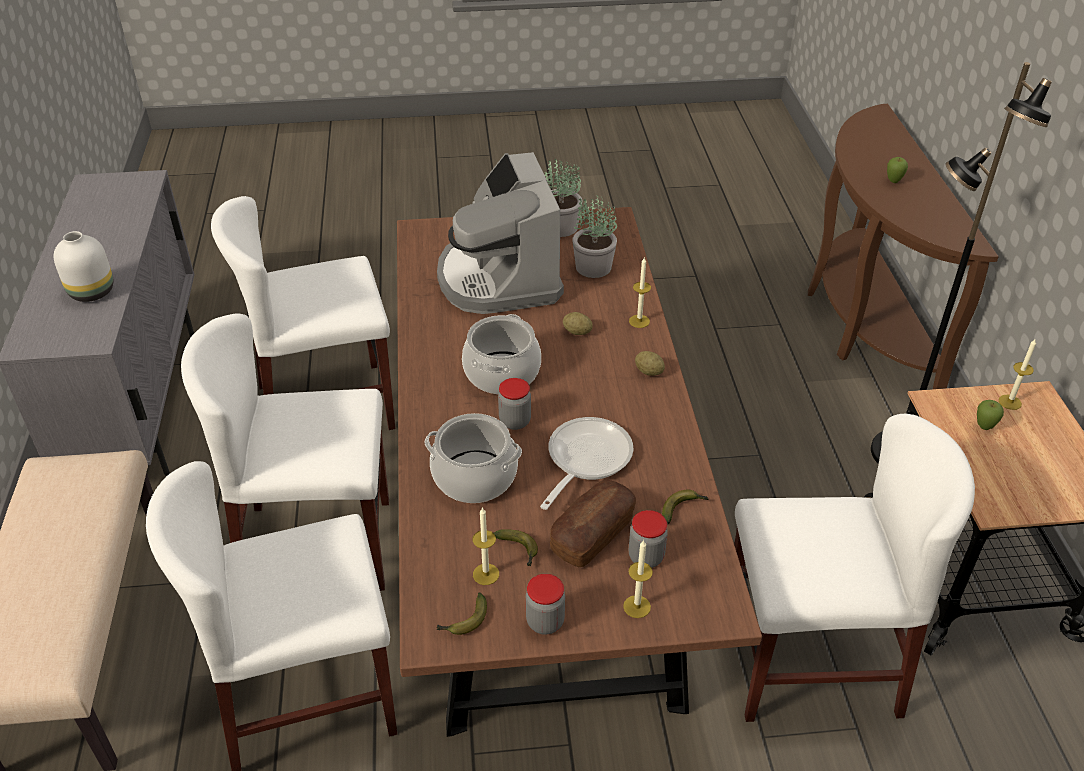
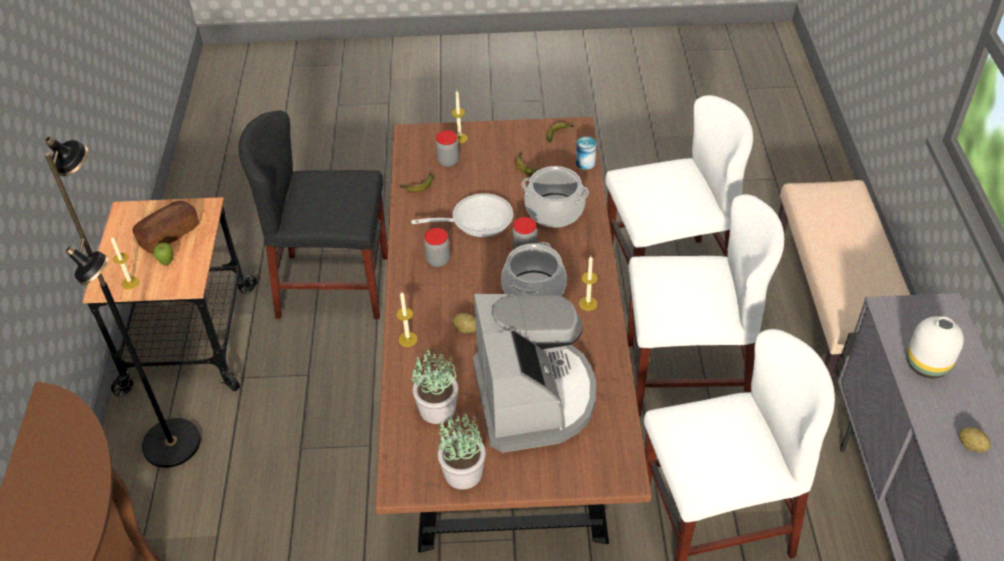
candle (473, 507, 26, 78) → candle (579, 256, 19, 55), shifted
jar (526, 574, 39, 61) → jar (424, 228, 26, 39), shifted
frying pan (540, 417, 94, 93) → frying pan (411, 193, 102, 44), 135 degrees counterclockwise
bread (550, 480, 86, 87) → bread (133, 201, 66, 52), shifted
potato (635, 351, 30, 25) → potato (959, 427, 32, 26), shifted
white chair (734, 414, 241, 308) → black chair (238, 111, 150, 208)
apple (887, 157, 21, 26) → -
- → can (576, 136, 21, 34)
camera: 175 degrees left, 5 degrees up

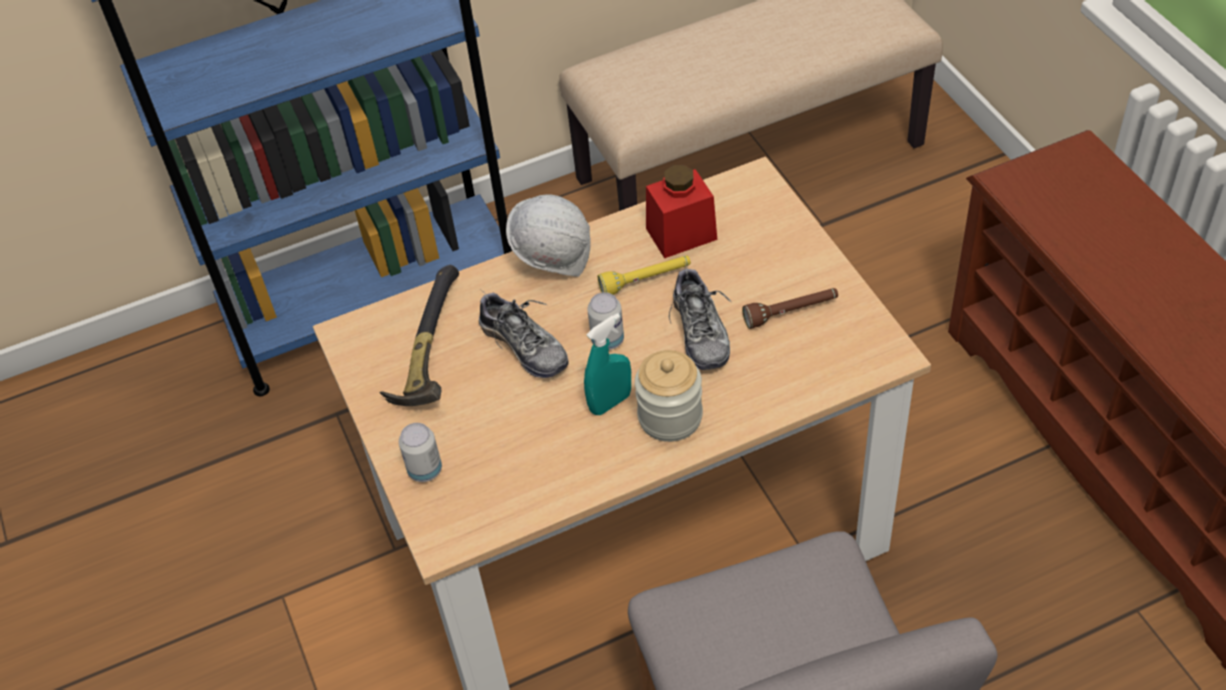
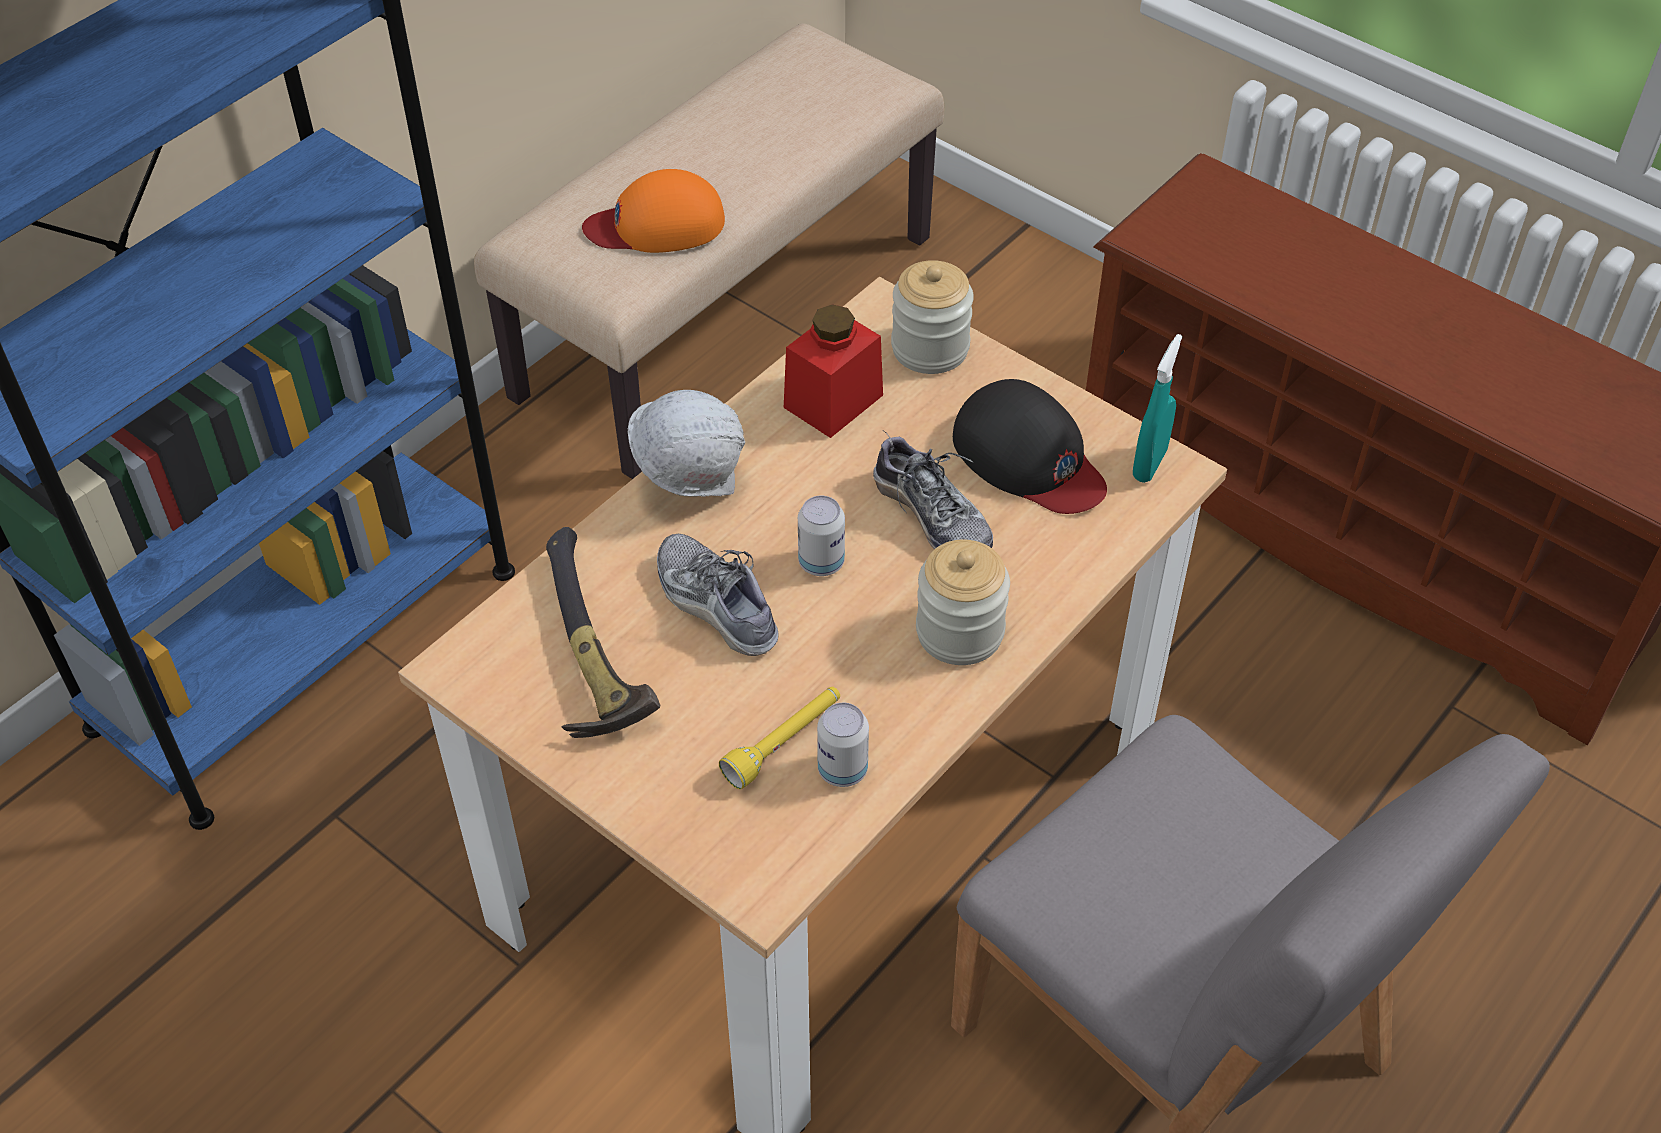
can (399, 423, 43, 59) → can (817, 703, 52, 84), shifted
shoe (479, 290, 90, 88) → shoe (657, 534, 122, 122), 150 degrees counterclockwise
turquoise spray bottle (584, 313, 47, 102) → turquoise spray bottle (1133, 334, 49, 149), shifted
yellow flashlight (598, 256, 93, 39) → yellow flashlight (719, 687, 121, 102), shifted
brown flashlight (742, 288, 96, 41) → black cap (953, 379, 154, 135)
- → orange cap (582, 169, 143, 84)
- → jar (891, 260, 83, 114)
camera: 30 degrees left, 0 degrees up

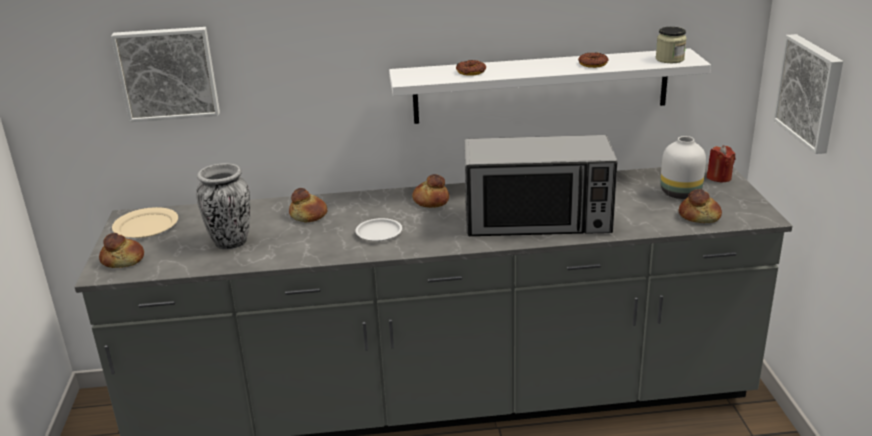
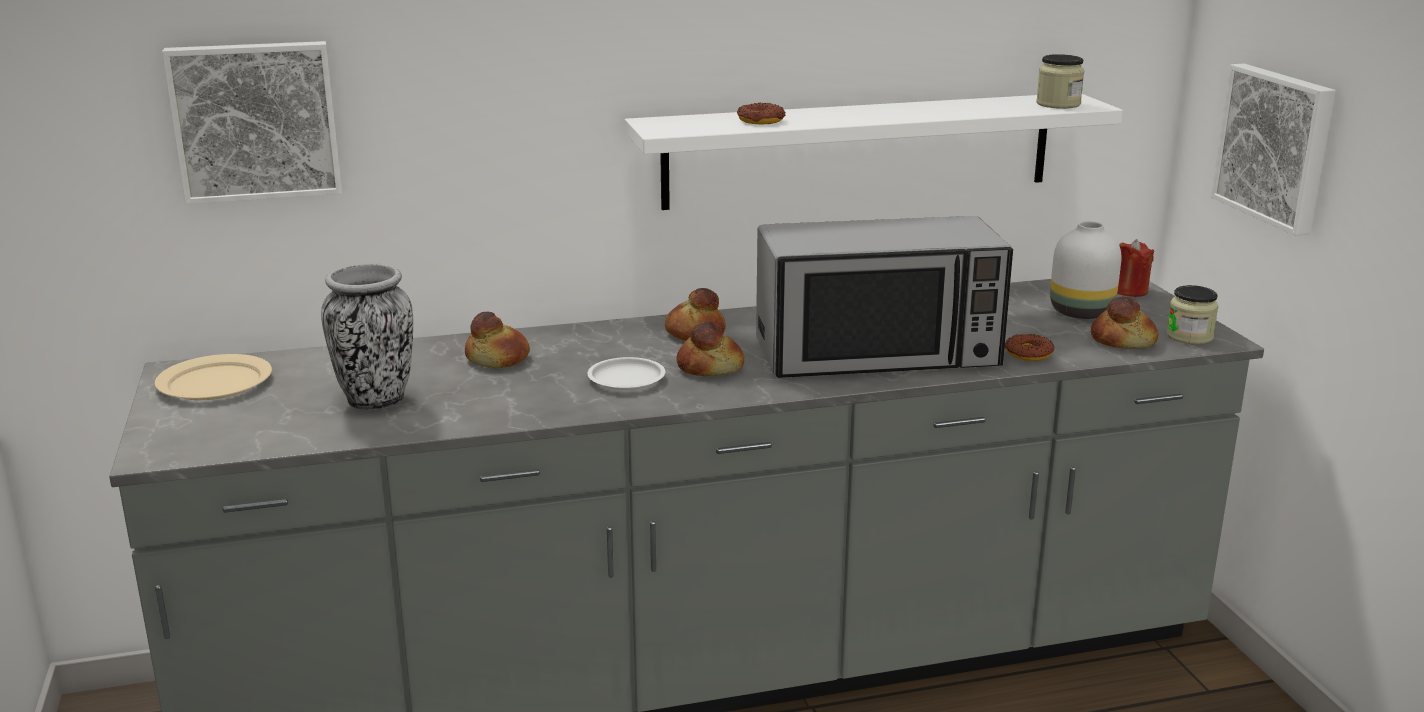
bread (99, 233, 45, 35) → bread (676, 321, 68, 55), shifted
donut (578, 52, 31, 16) → donut (1005, 334, 50, 27), shifted
- → jar (1166, 285, 53, 60)
camera: 10 degrees left, 5 degrees down

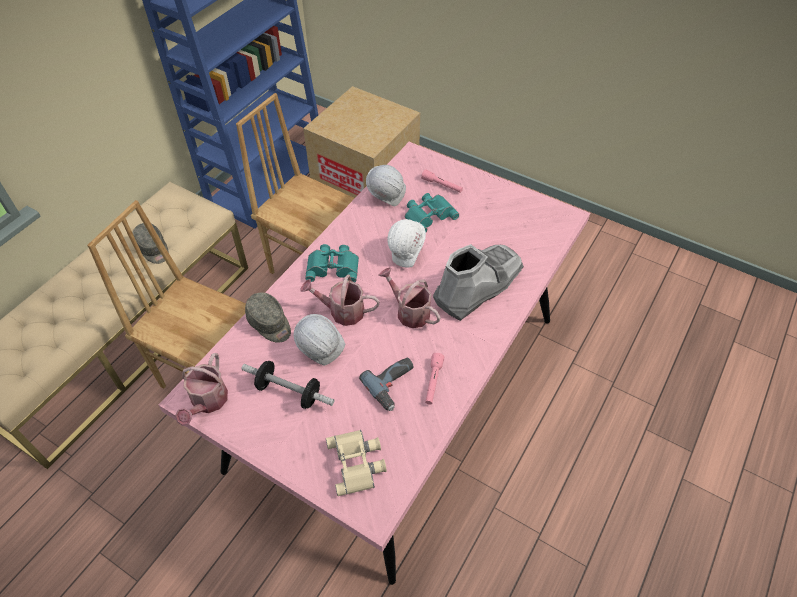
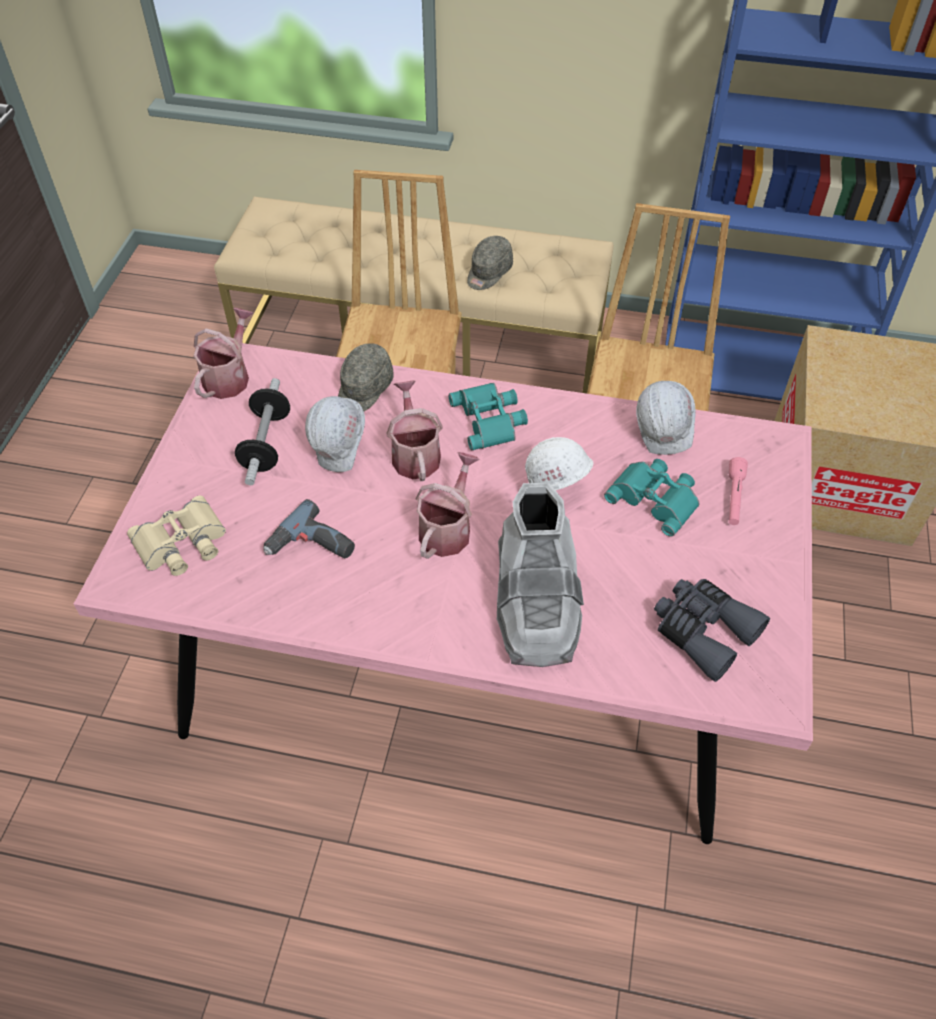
watering can (175, 353, 53, 73) → watering can (194, 308, 59, 91), 120 degrees clockwise
pink flashlight (425, 353, 20, 52) → -
grey boot (433, 244, 91, 77) → grey boot (497, 483, 87, 184), 60 degrees clockwise
- → grey binoculars (654, 579, 116, 103)
camera: 70 degrees right, 0 degrees up

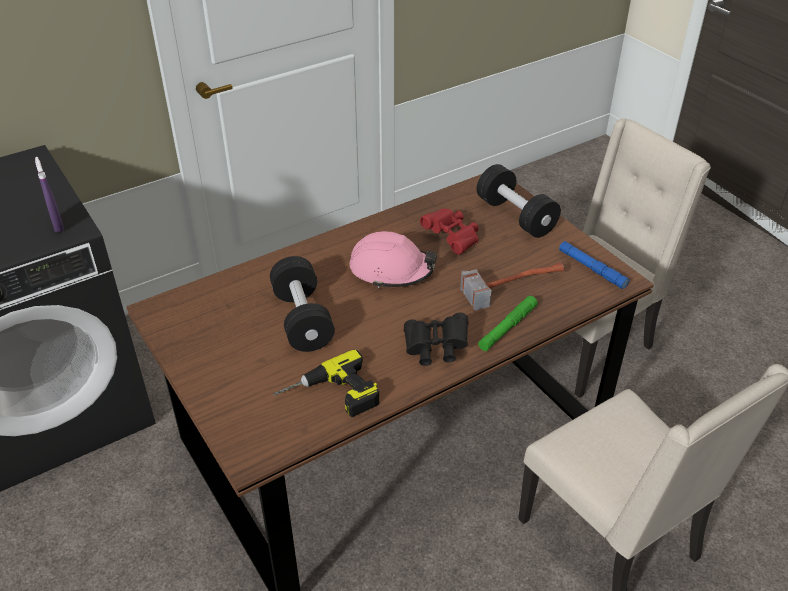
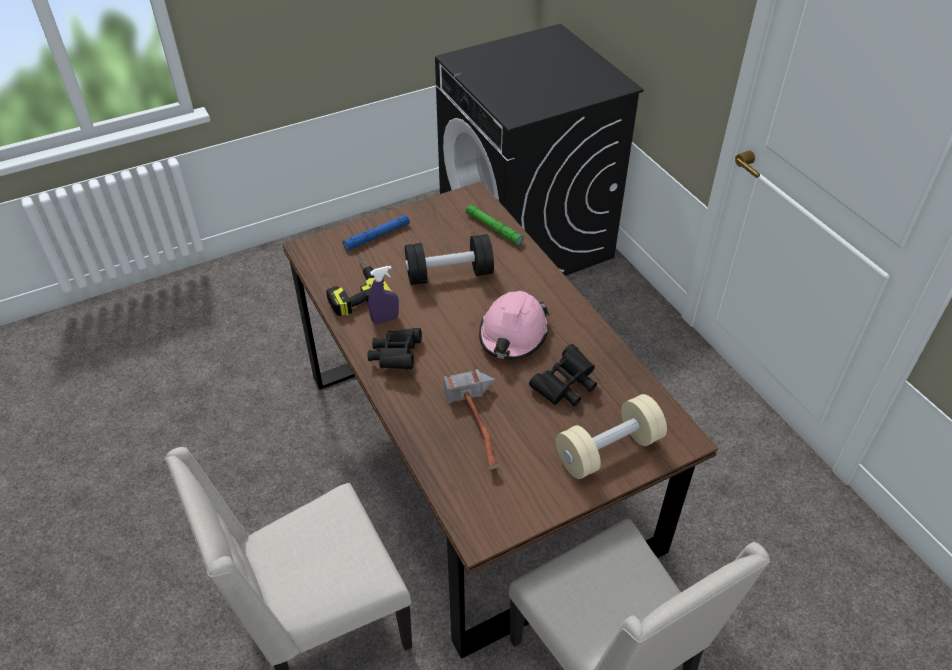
purple spray bottle (35, 157, 29, 76) → purple spray bottle (368, 266, 31, 58), shifted
red binoculars (420, 209, 58, 46) → black binoculars (529, 344, 68, 63)
black dumbbell (477, 164, 84, 74) → beige dumbbell (556, 394, 111, 85)
green flashlight (478, 296, 60, 55) → green flashlight (466, 204, 57, 41), shifted
blue flashlight (559, 241, 71, 48) → blue flashlight (343, 214, 66, 37), shifted
camera: 95 degrees right, 5 degrees up

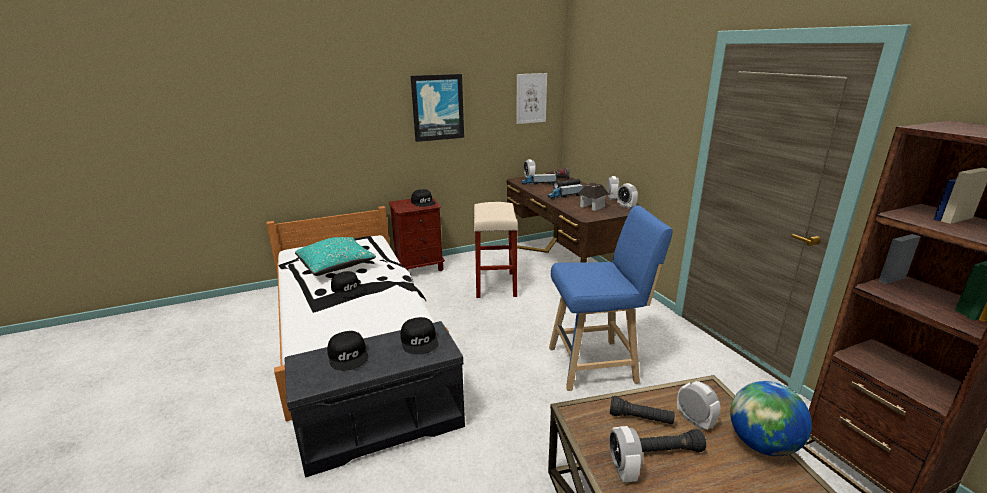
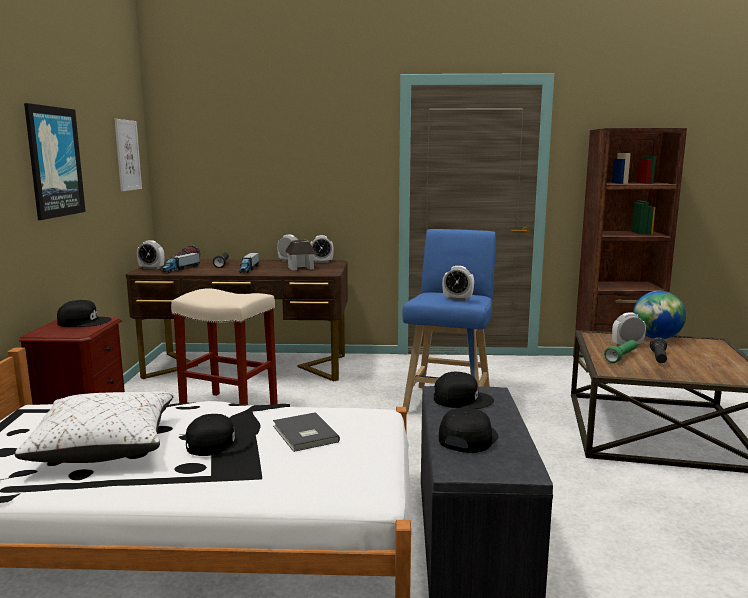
turquoise pillow (295, 237, 81, 39) → white pillow (15, 391, 159, 72)
black cap (327, 331, 42, 40) → black cap (439, 407, 59, 46), 60 degrees counterclockwise
alarm clock (609, 426, 34, 56) → alarm clock (442, 266, 32, 35), shifted
black flashlight (610, 396, 65, 28) → green flashlight (604, 340, 33, 23)
- → grey book (273, 412, 67, 40)
camera: 65 degrees left, 10 degrees down

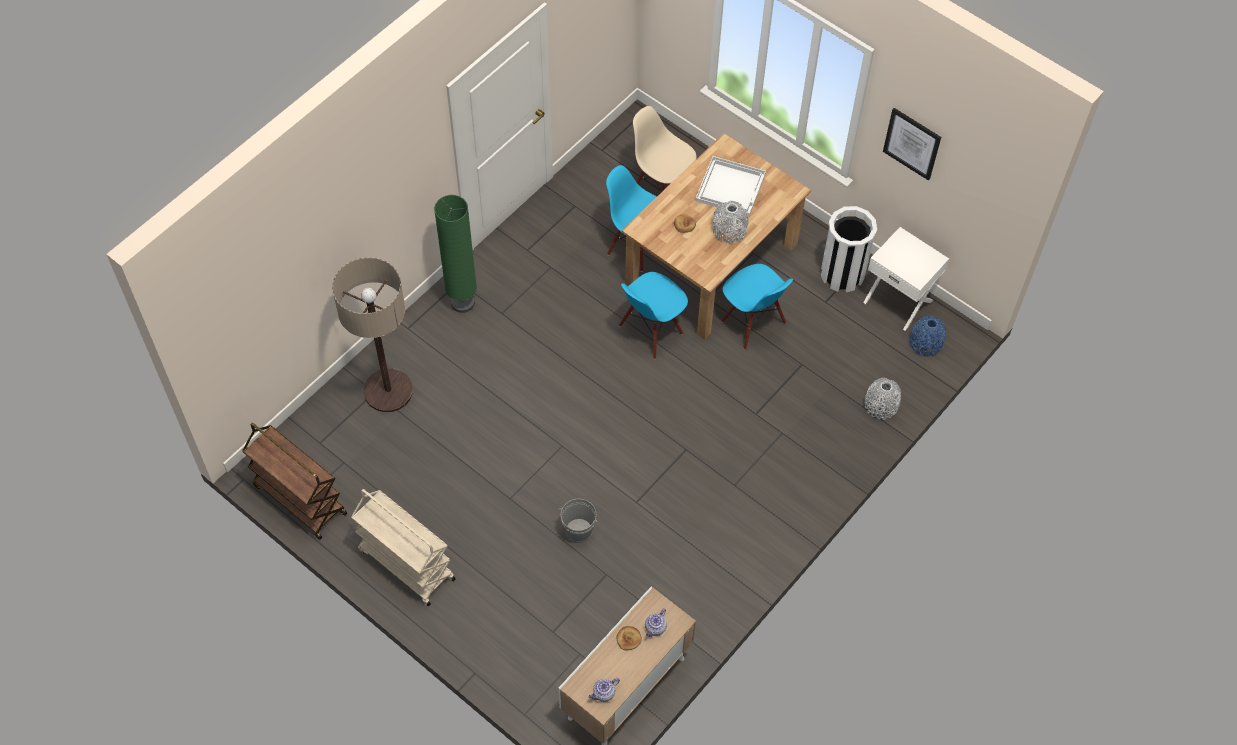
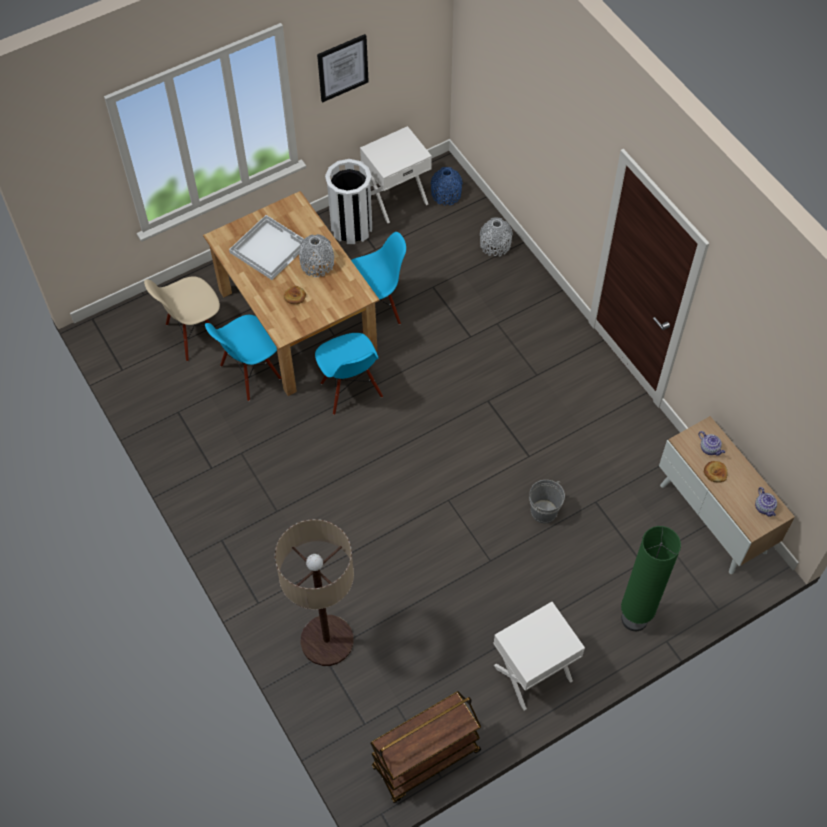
beige cart (351, 489, 105, 117) → white nightstand (493, 602, 92, 108)
green floor lamp (434, 195, 43, 118) → green floor lamp (621, 526, 60, 105), shifted
camera: 70 degrees left, 0 degrees up

